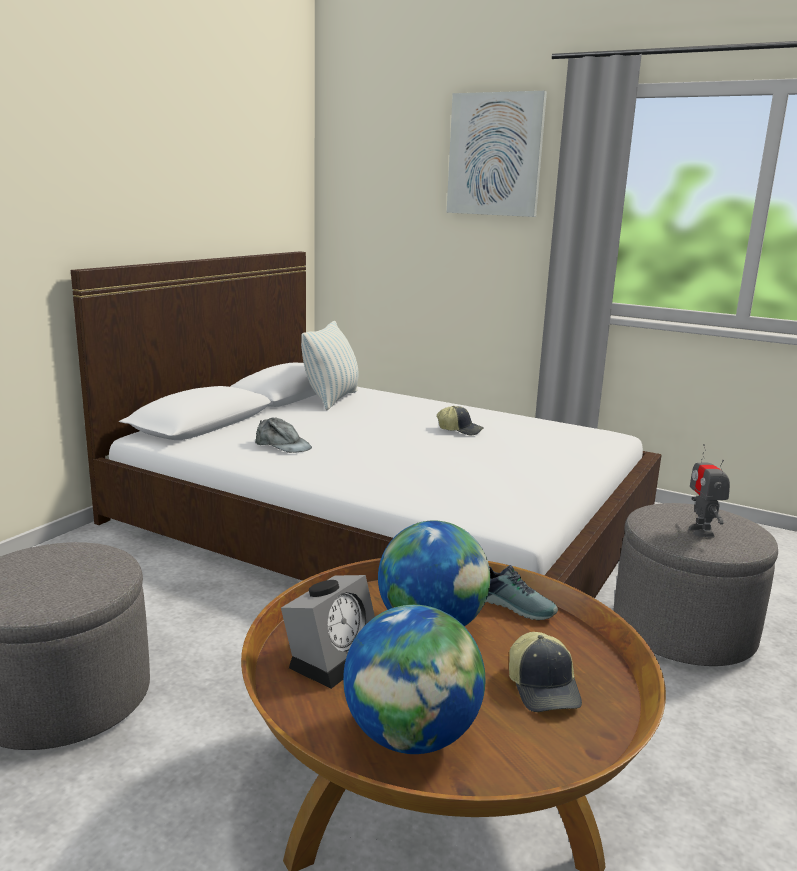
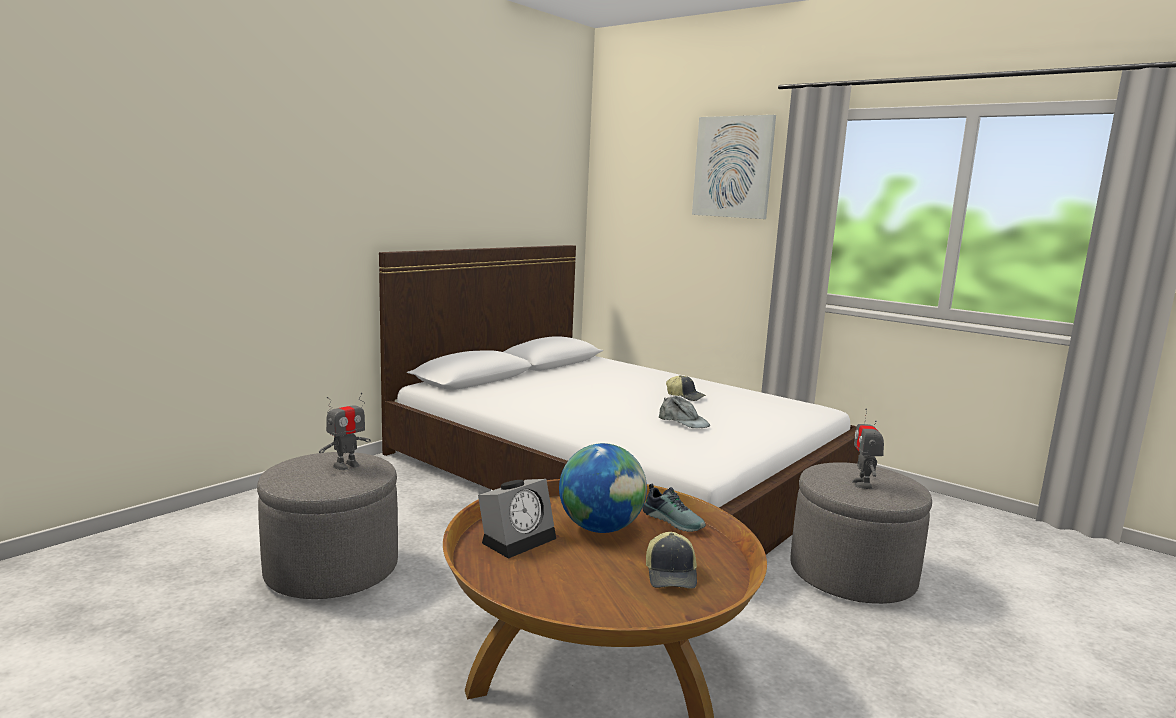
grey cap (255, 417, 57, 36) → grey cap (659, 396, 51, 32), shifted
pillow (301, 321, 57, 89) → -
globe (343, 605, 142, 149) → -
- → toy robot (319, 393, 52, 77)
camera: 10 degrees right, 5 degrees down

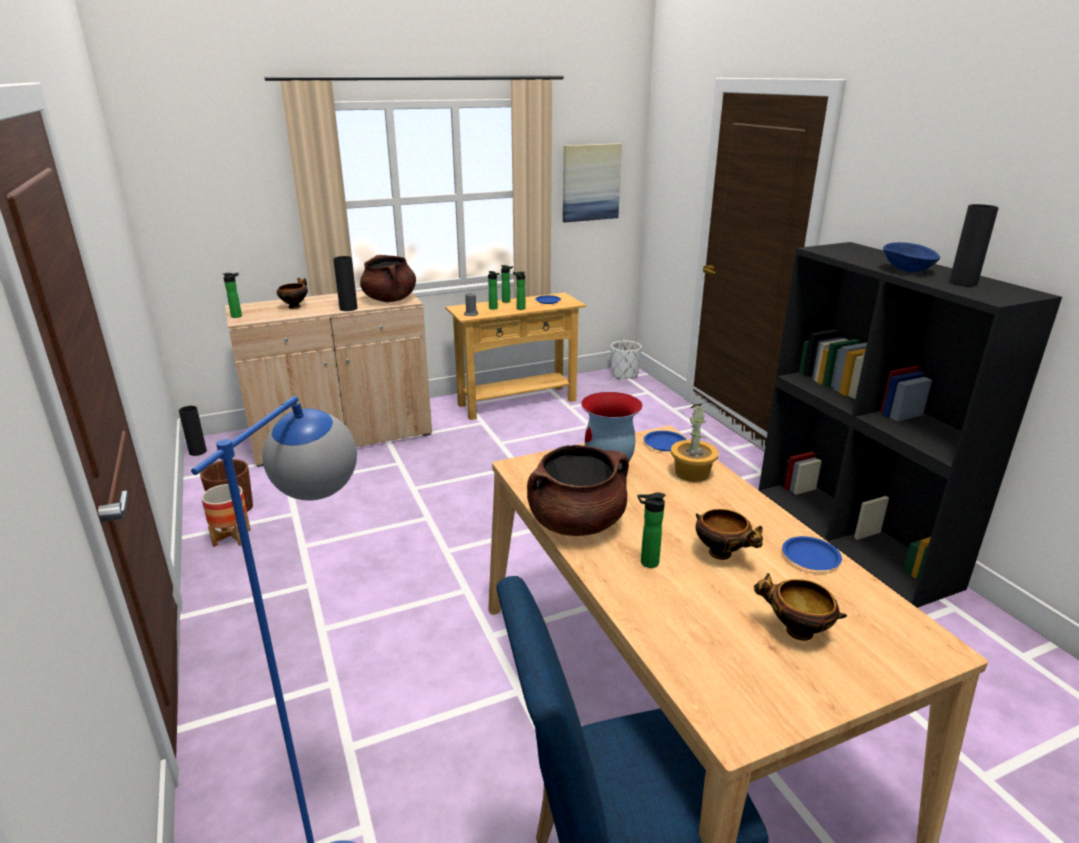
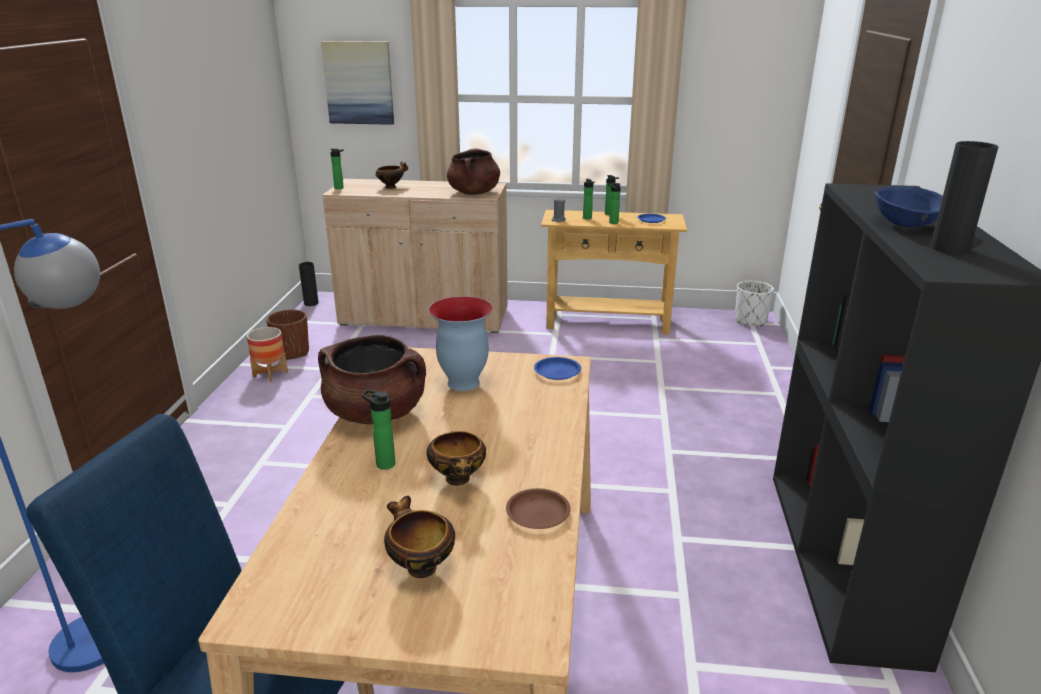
black vase (333, 256, 25, 55) → -
picture (563, 143, 59, 79) → picture (321, 41, 73, 84), shifted
potted plant (671, 403, 48, 79) → -
blue plate (782, 536, 60, 34) → brown plate (506, 488, 65, 41)
camera: 30 degrees right, 0 degrees up

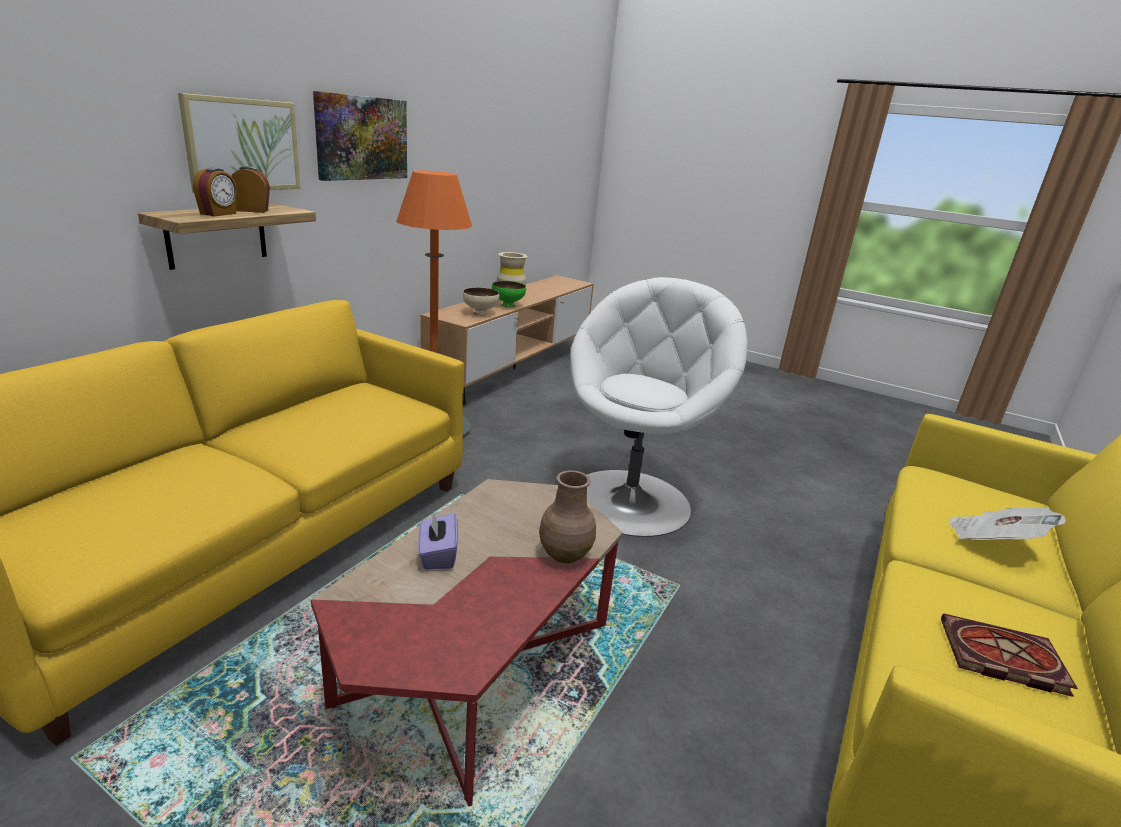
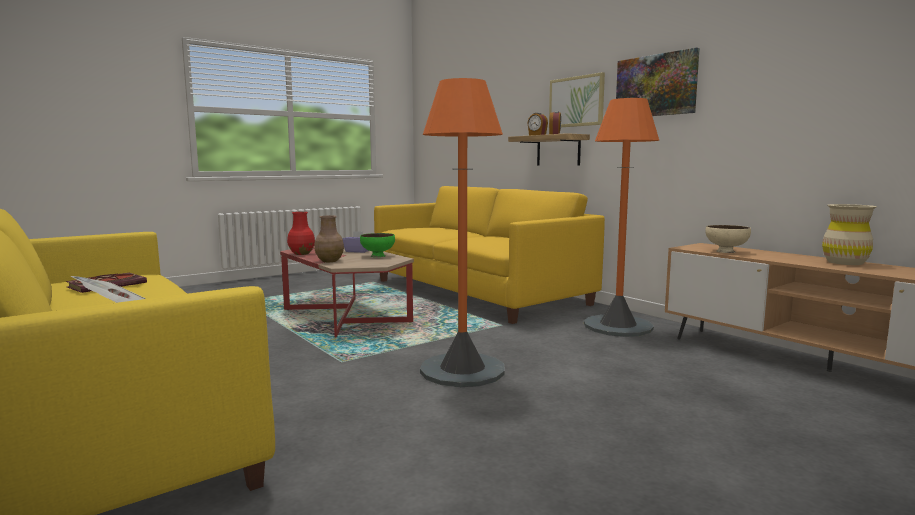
green bowl (492, 281, 34, 27) → green bowl (360, 233, 35, 24), shifted
white armchair (570, 277, 178, 260) → orange floor lamp (420, 78, 85, 309)
- → red vase (287, 212, 28, 43)
camera: 115 degrees right, 15 degrees down

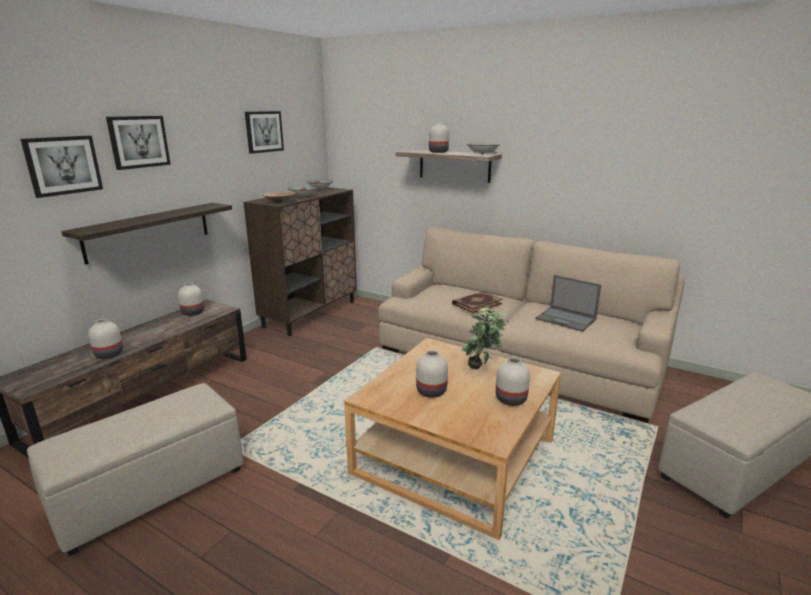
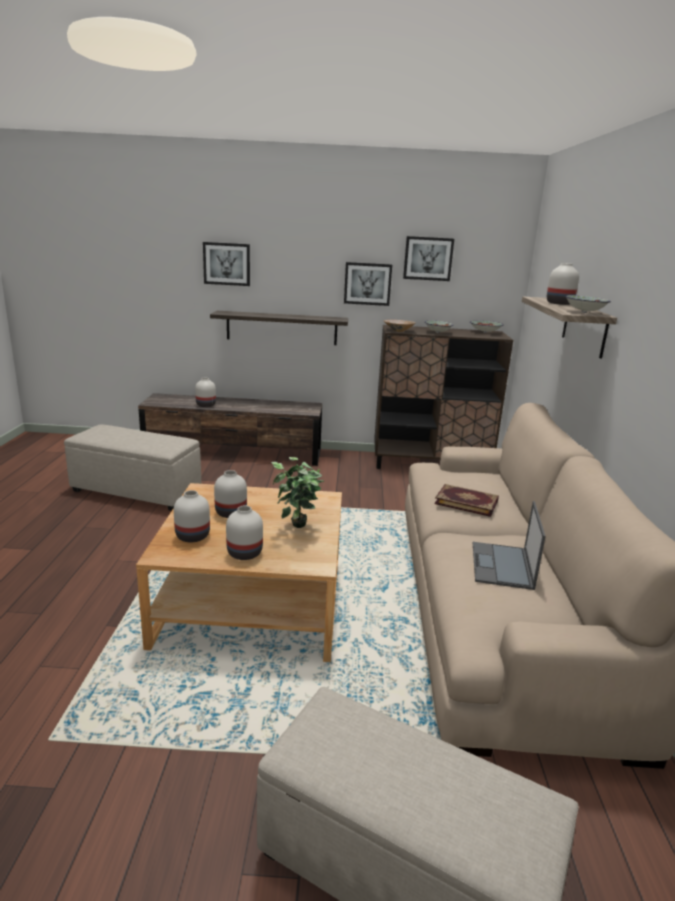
picture (106, 116, 65, 54) → picture (344, 262, 48, 44), shifted
white vase (178, 283, 26, 33) → white vase (174, 490, 36, 52), shifted
camera: 60 degrees right, 0 degrees up

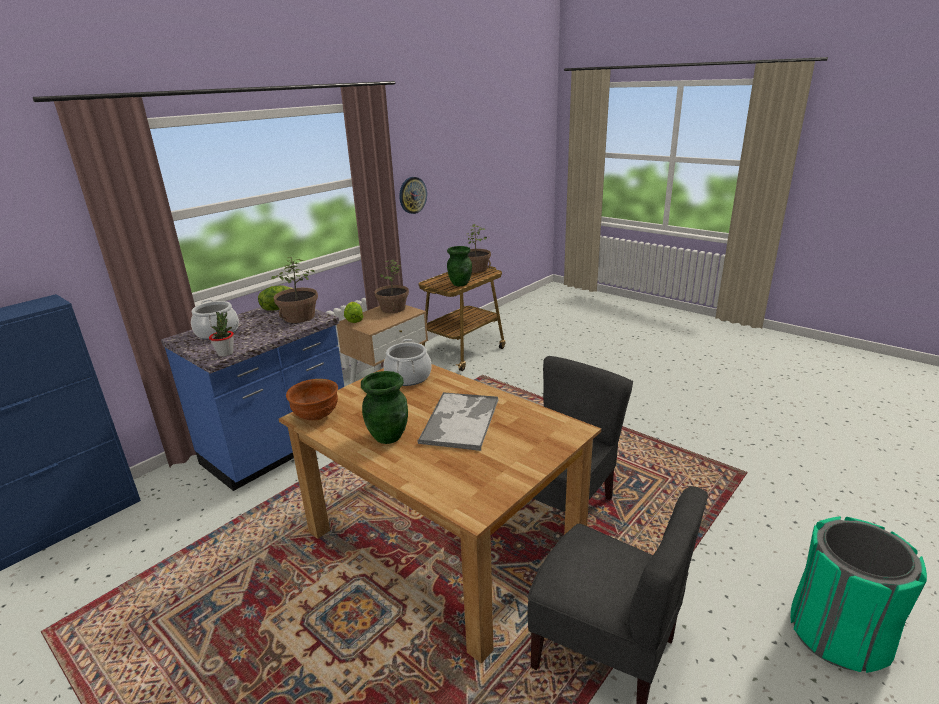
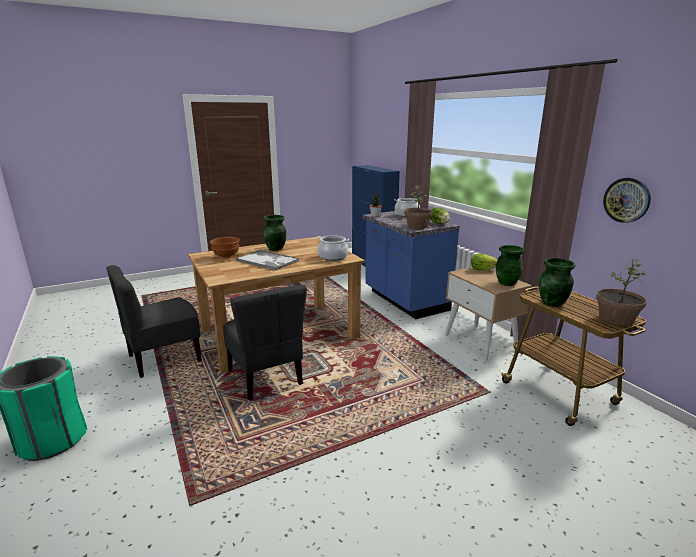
brown bowl (286, 379, 52, 42) → brown bowl (210, 237, 30, 21), shifted
potted plant (374, 260, 35, 53) → green vase (496, 245, 28, 41)
camera: 110 degrees right, 5 degrees down

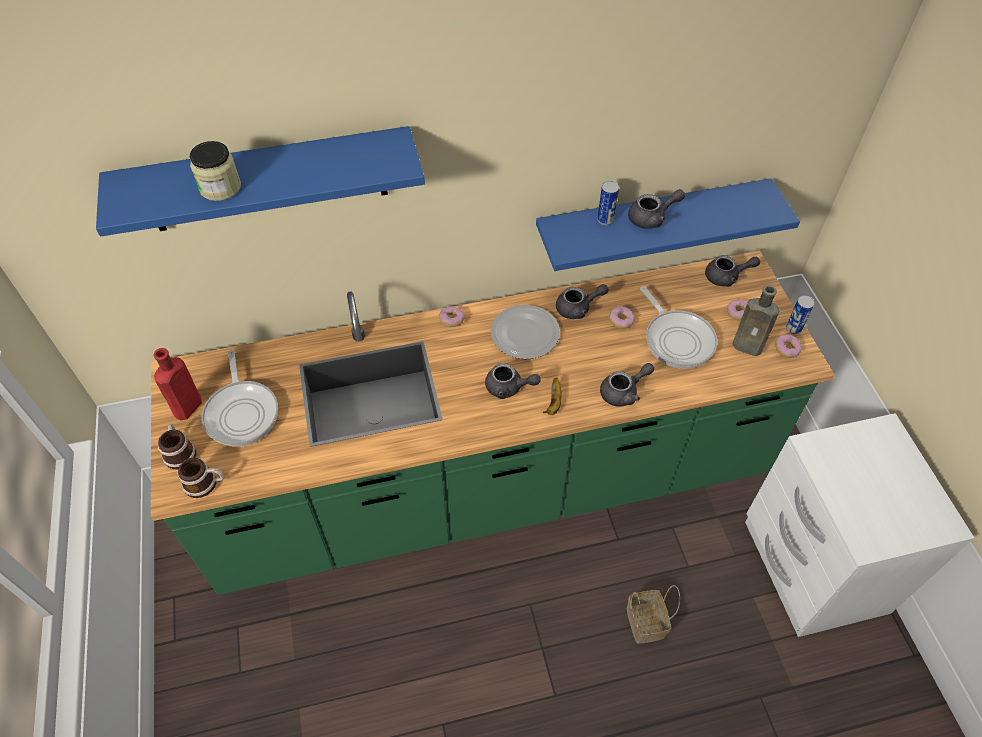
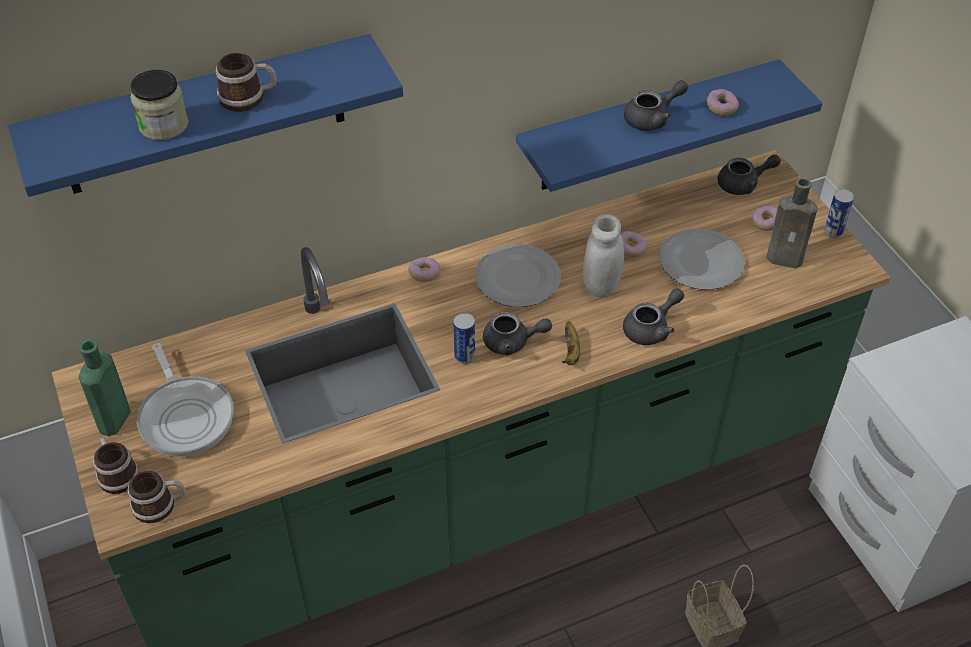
red bottle (153, 348, 49, 72) → green bottle (79, 339, 52, 97)
grey teapot (556, 284, 53, 35) → -
can (597, 181, 22, 44) → can (453, 313, 22, 51), shifted
frying pan (640, 286, 78, 83) → plate (659, 229, 86, 61)
donut (775, 334, 27, 24) → donut (707, 89, 32, 27), shifted
- → mug (216, 53, 61, 59)
- → white jar (583, 214, 41, 84)
camera: 10 degrees left, 5 degrees down

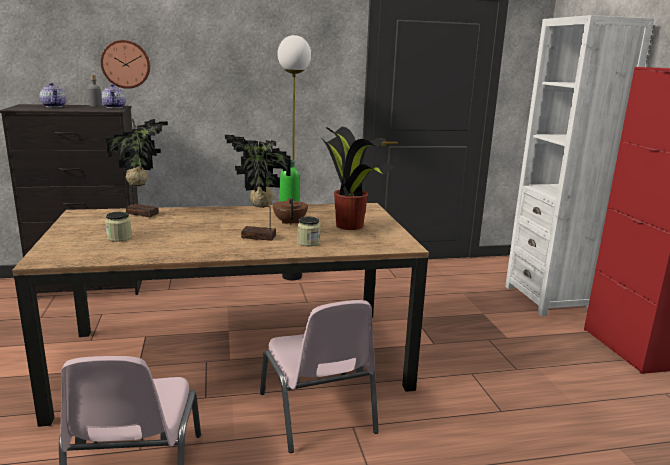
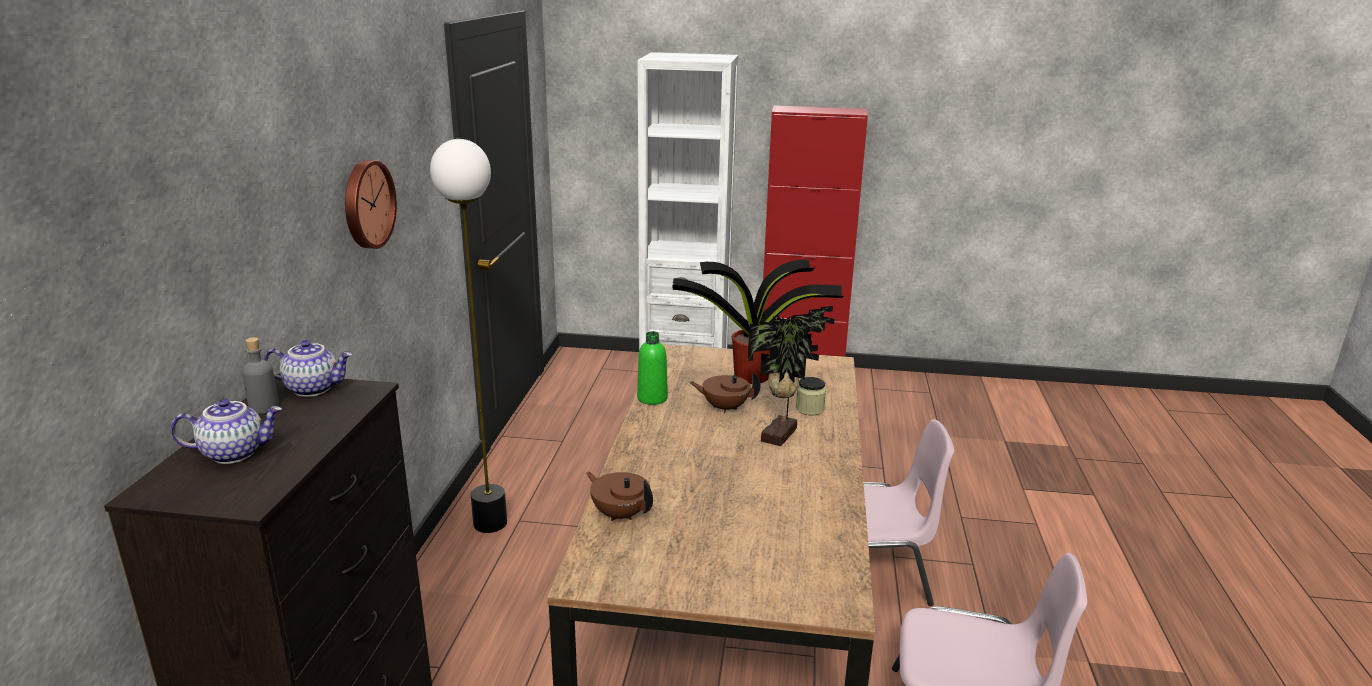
wall clock (101, 40, 49, 49) → wall clock (345, 160, 52, 89), shifted
jar (105, 212, 27, 30) → -
potted plant (106, 119, 62, 98) → brown teapot (586, 472, 67, 49)
camera: 70 degrees left, 5 degrees up

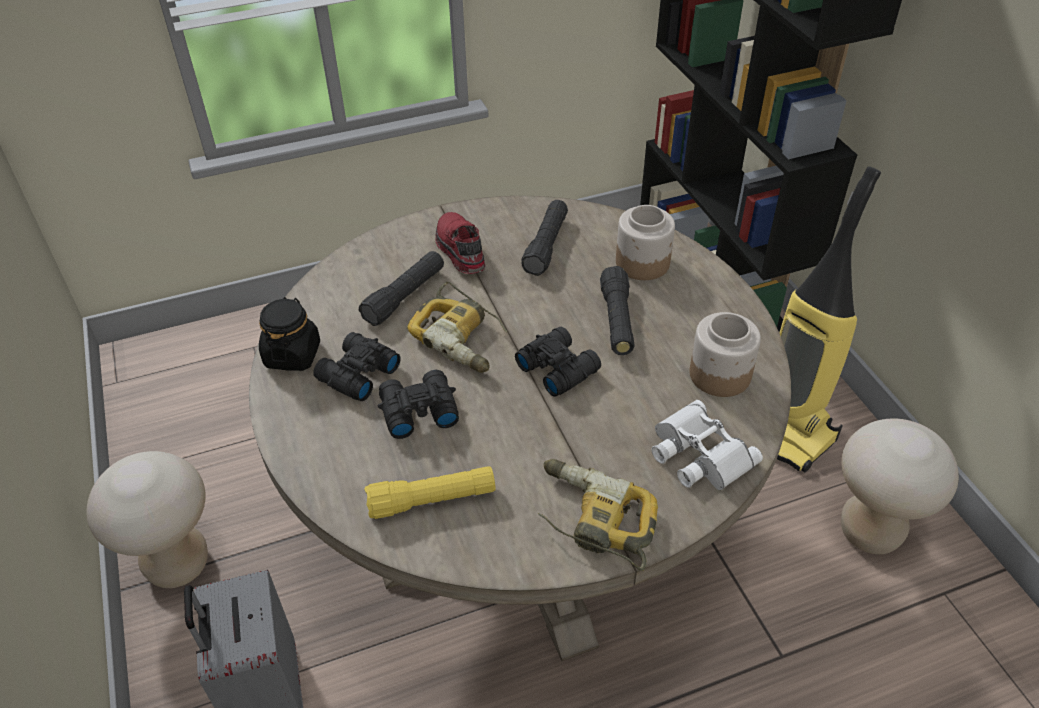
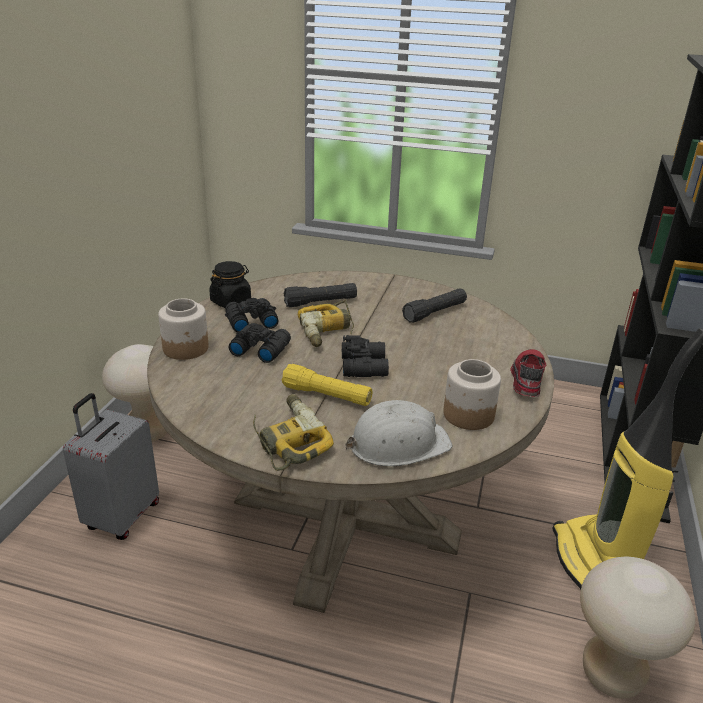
yellow flashlight (364, 466, 132, 53) → yellow flashlight (282, 364, 90, 42), shifted
red shoe (435, 212, 51, 62) → red shoe (510, 349, 36, 48), shifted
black flashlight (600, 266, 35, 89) → -
jar (616, 205, 59, 75) → jar (158, 298, 51, 62), shifted
white binoculars (652, 400, 111, 90) → white hard hat (345, 400, 107, 66)
camera: 35 degrees right, 15 degrees down

